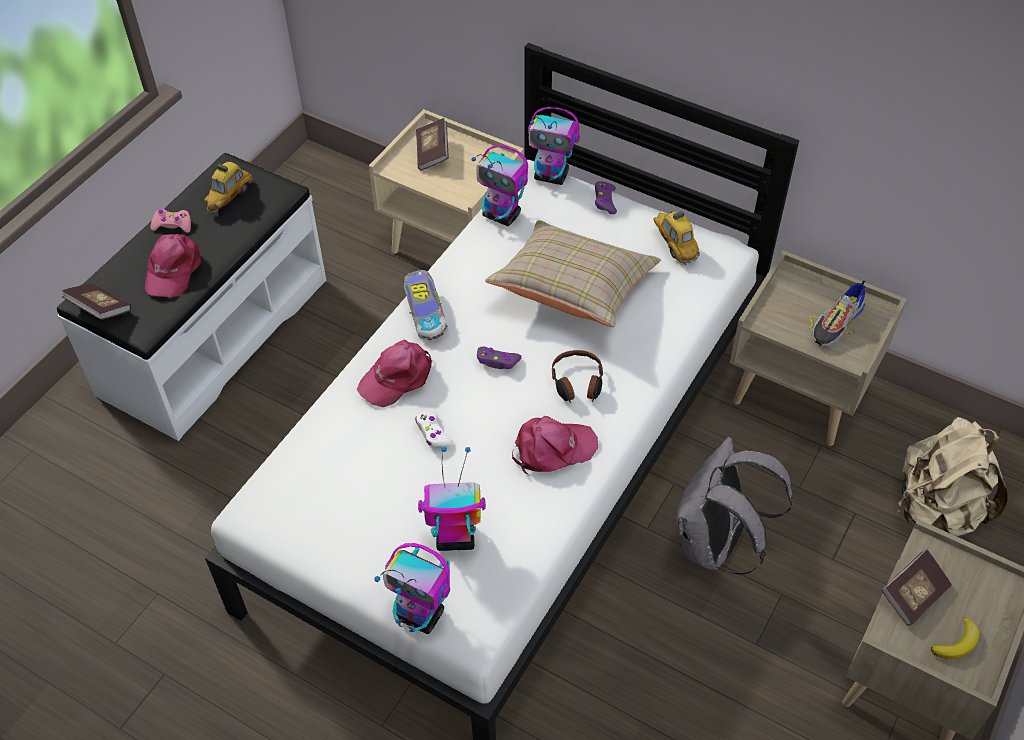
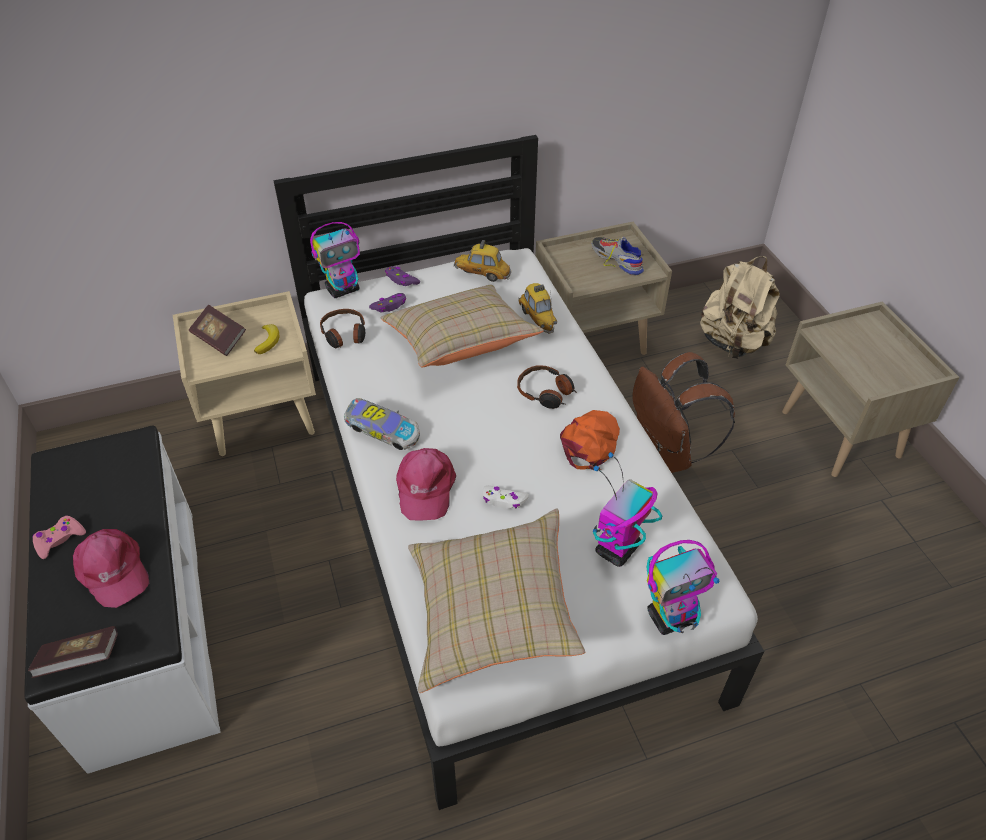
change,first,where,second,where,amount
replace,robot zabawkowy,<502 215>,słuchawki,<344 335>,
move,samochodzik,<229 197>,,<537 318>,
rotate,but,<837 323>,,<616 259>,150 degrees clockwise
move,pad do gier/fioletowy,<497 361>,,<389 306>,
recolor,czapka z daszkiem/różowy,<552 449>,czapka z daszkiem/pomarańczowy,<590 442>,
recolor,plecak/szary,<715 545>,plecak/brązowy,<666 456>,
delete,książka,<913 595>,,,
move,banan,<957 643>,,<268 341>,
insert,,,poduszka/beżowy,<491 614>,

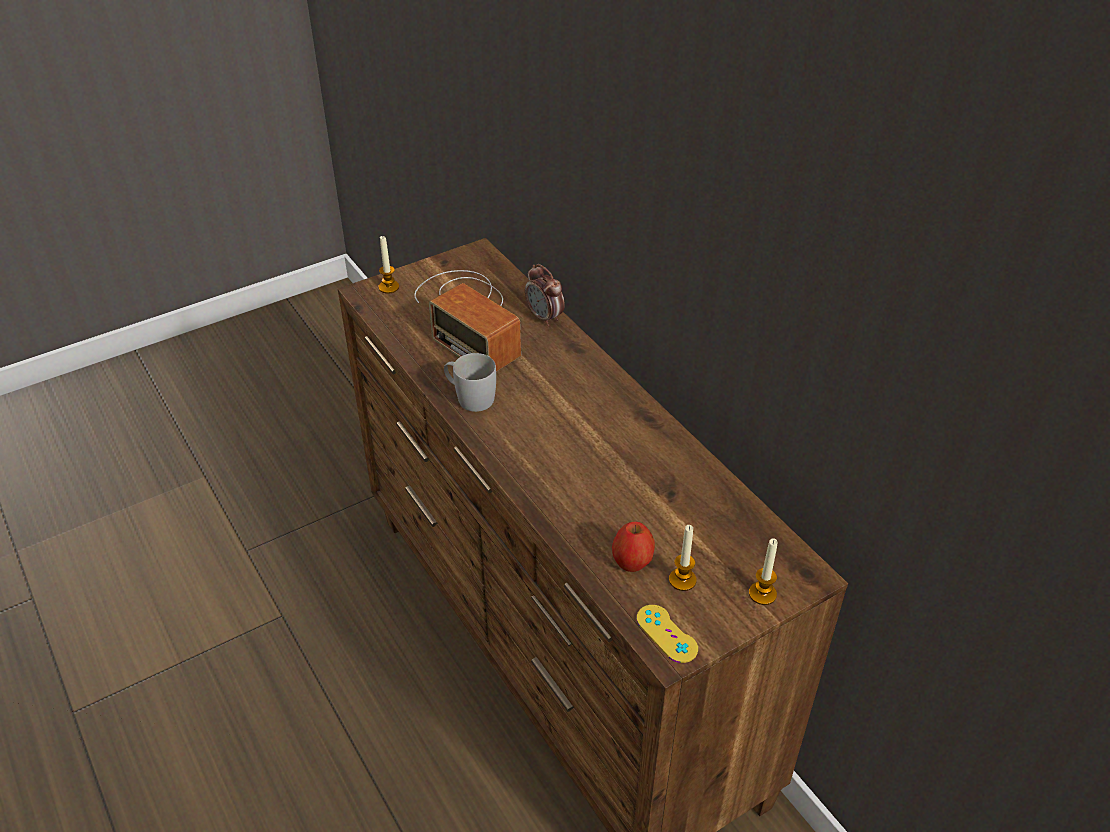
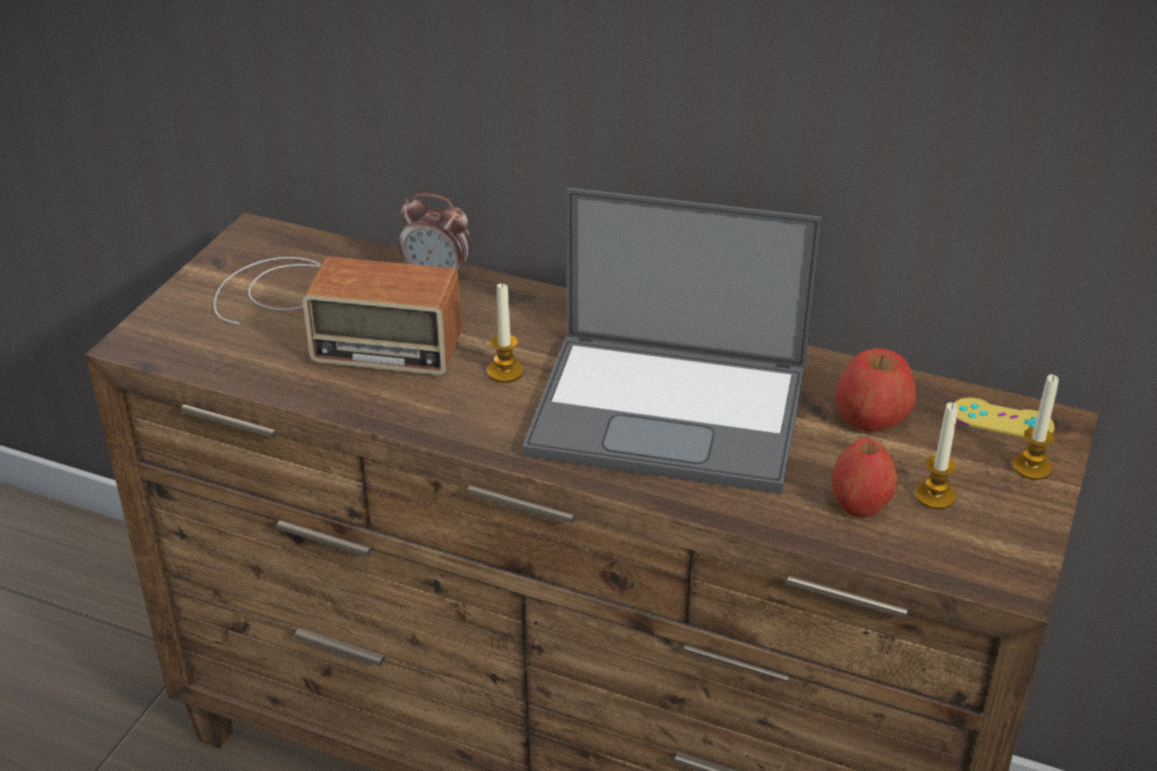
change,first,where,second,where,amount
move,świeca,<389 287>,,<505 372>,
delete,kubek/biały,<469 397>,,,
move,pad do gier/żółty,<666 633>,,<1002 419>,
insert,,,laptop,<672 411>,
insert,,,jabłko,<871 417>,

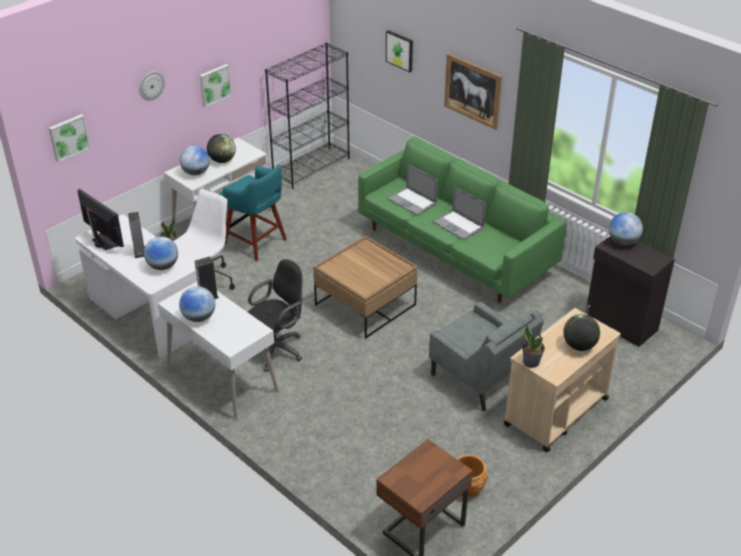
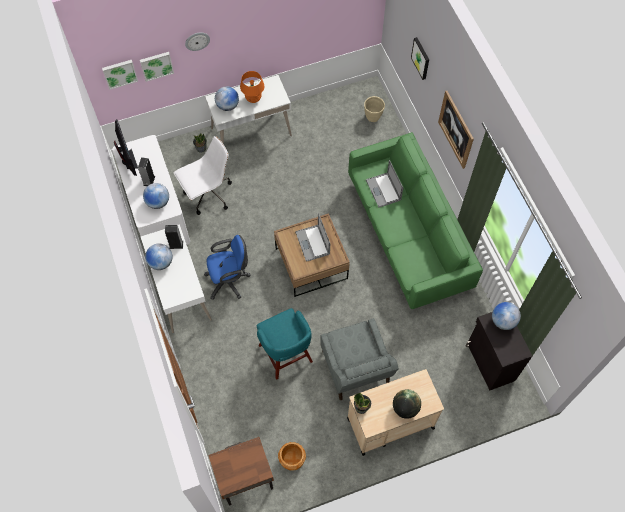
change,first,where,second,where,amount
delete,regał/czarny,<311 167>,,,
move,obraz,<214 84>,,<156 65>,
replace,globus,<222 160>,lampa stołowa/pomarańczowy,<253 99>,
move,stołek/turkusowy,<256 242>,,<286 355>,
move,laptop,<458 225>,,<312 243>,
recolor,krzesło biurowe/czarny,<278 349>,krzesło biurowe/niebieski,<229 281>,
insert,,,donica/beżowy,<373 117>,

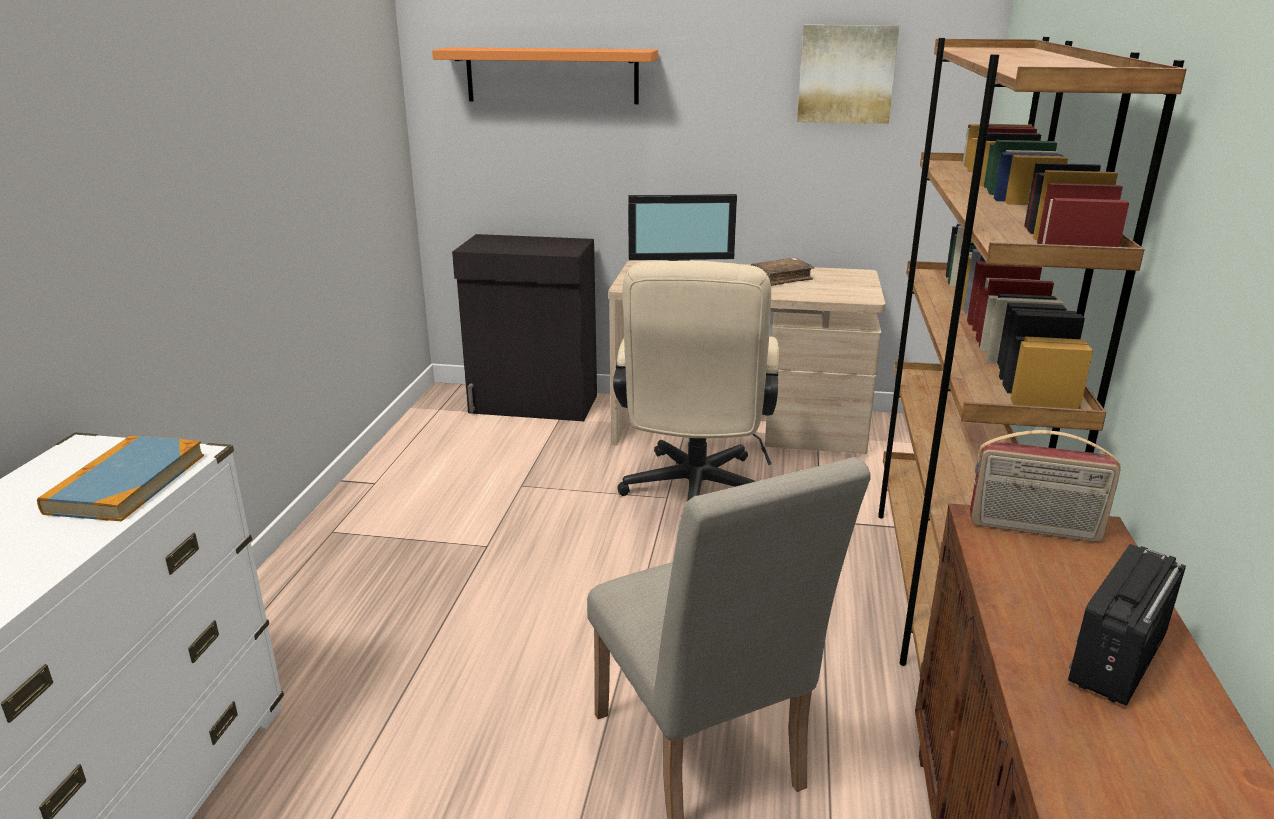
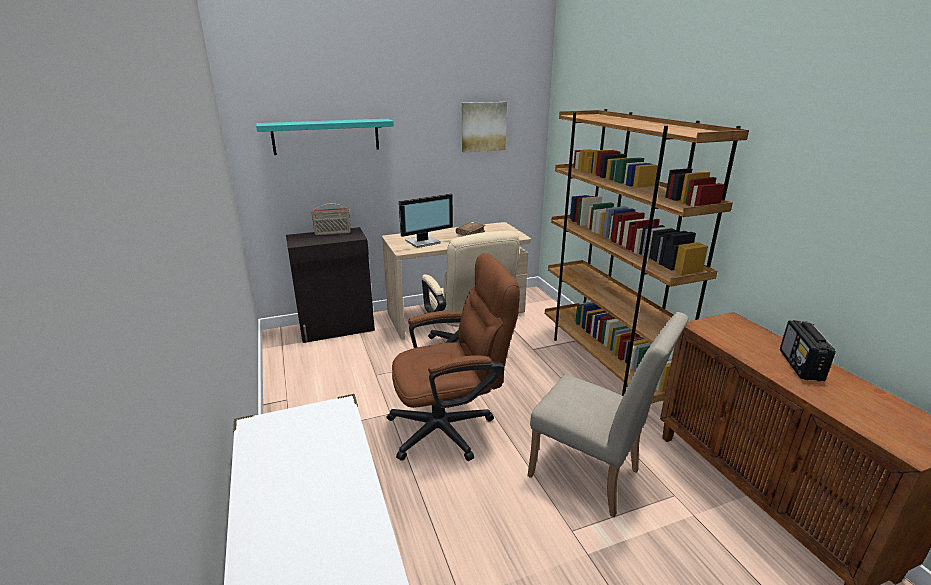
change,first,where,second,where,amount
recolor,półka/pomarańczowy,<552 75>,półka/turkusowy,<326 136>,
move,radio,<1034 529>,,<333 233>,
delete,książka,<126 483>,,,
insert,,,krzesło biurowe/brązowy,<451 427>,

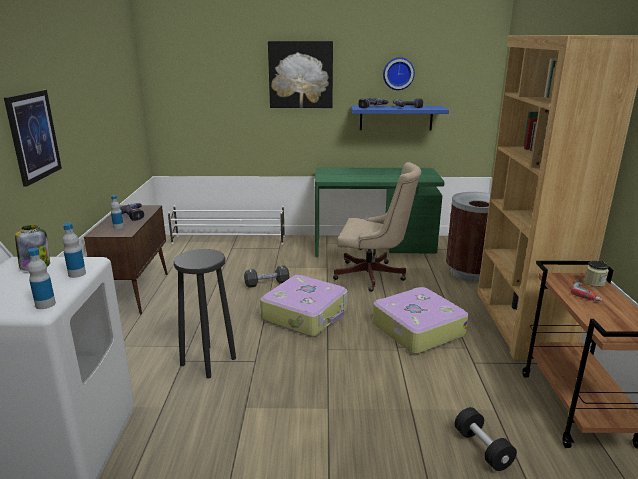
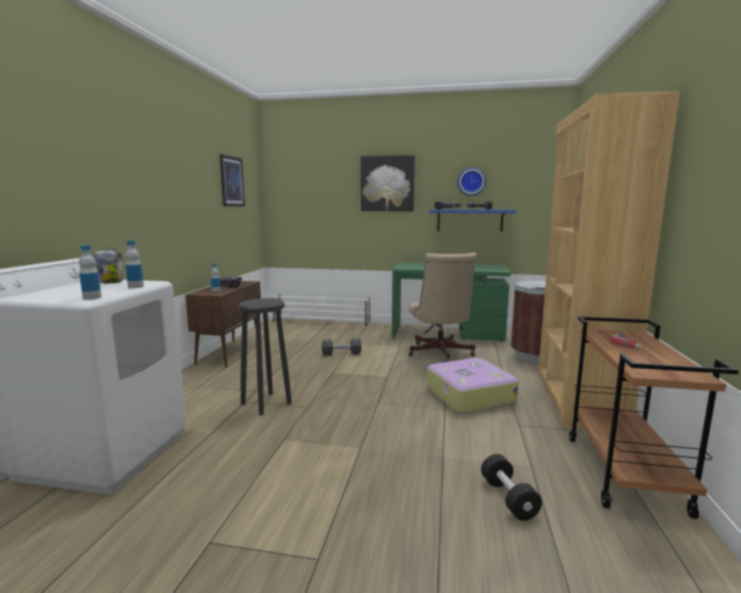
change,first,where,second,where,amount
move,obraz,<33 136>,,<231 181>,
rotate,krzesło biurowe/beżowy,<373 276>,,<440 354>,60 degrees clockwise
delete,słoik,<594 282>,,,
delete,walizka,<306 315>,,,

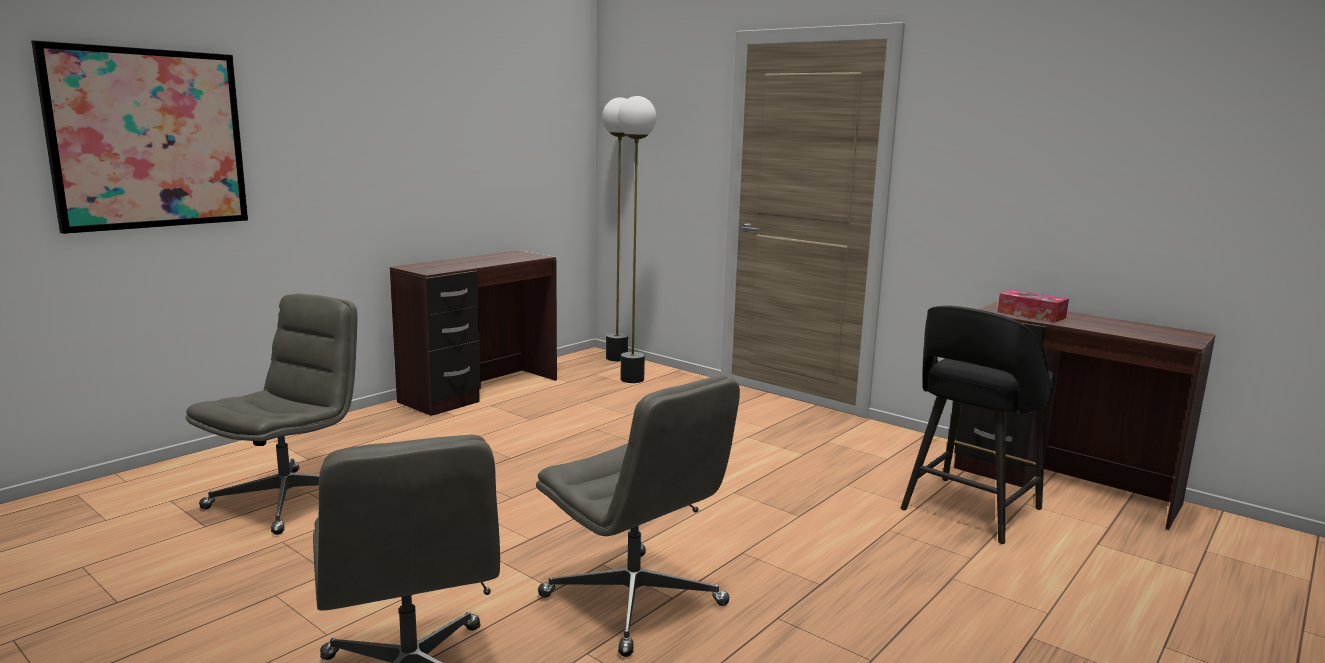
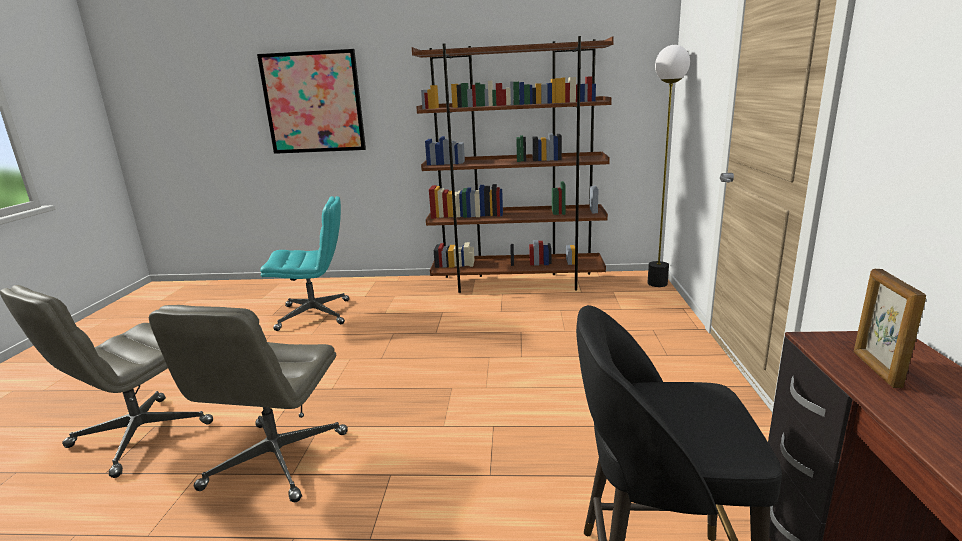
change,first,where,second,where,amount
delete,lampa stojąca,<632 379>,,,
replace,biurko/brązowy,<482 391>,regał/brązowy,<517 283>,
replace,pudełko chusteczek,<1031 315>,ramka na zdjęcie,<875 369>,
recolor,krzesło biurowe/szary,<288 499>,krzesło biurowe/turkusowy,<315 314>,

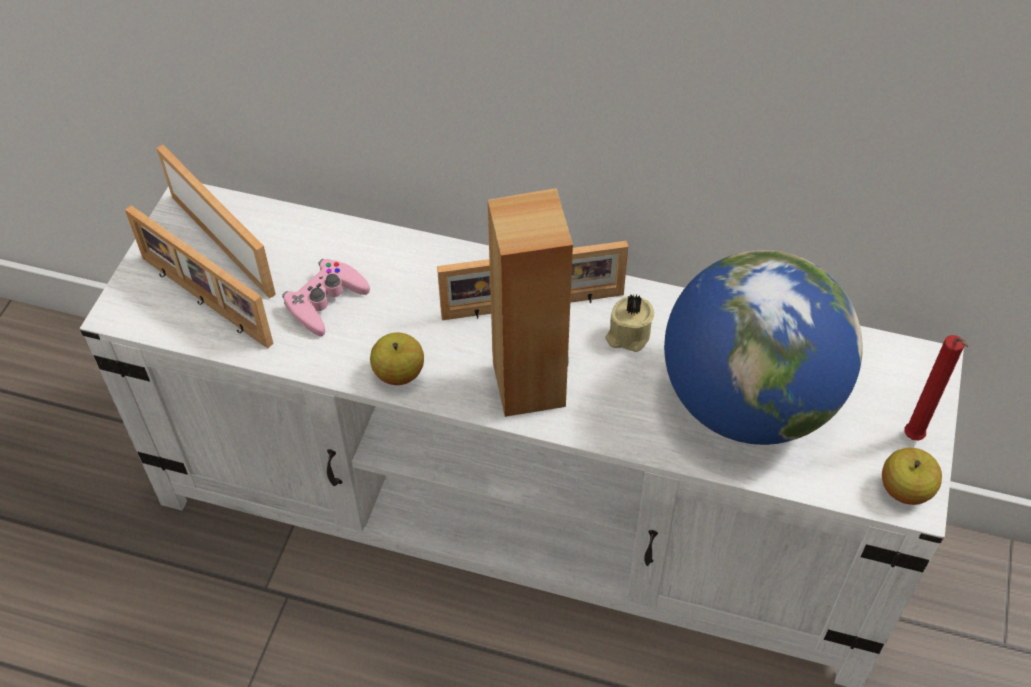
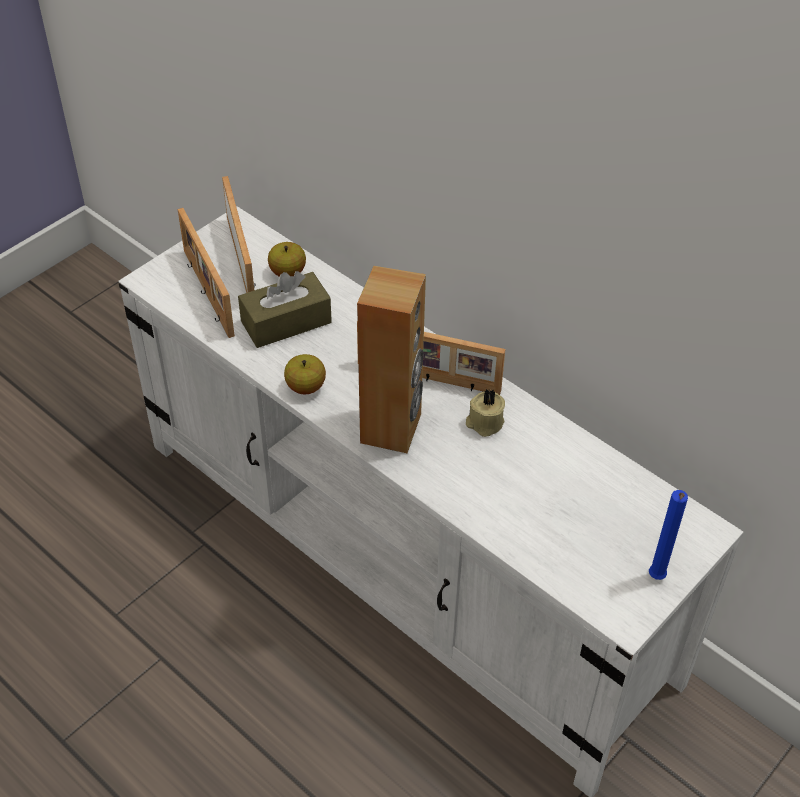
change,first,where,second,where,amount
delete,globus,<748 402>,,,
replace,pad do gier/różowy,<325 301>,pudełko chusteczek/brązowy,<286 322>,
recolor,świeca/czerwony,<913 439>,świeca/niebieski,<655 579>,
move,jabłko,<905 489>,,<287 272>,

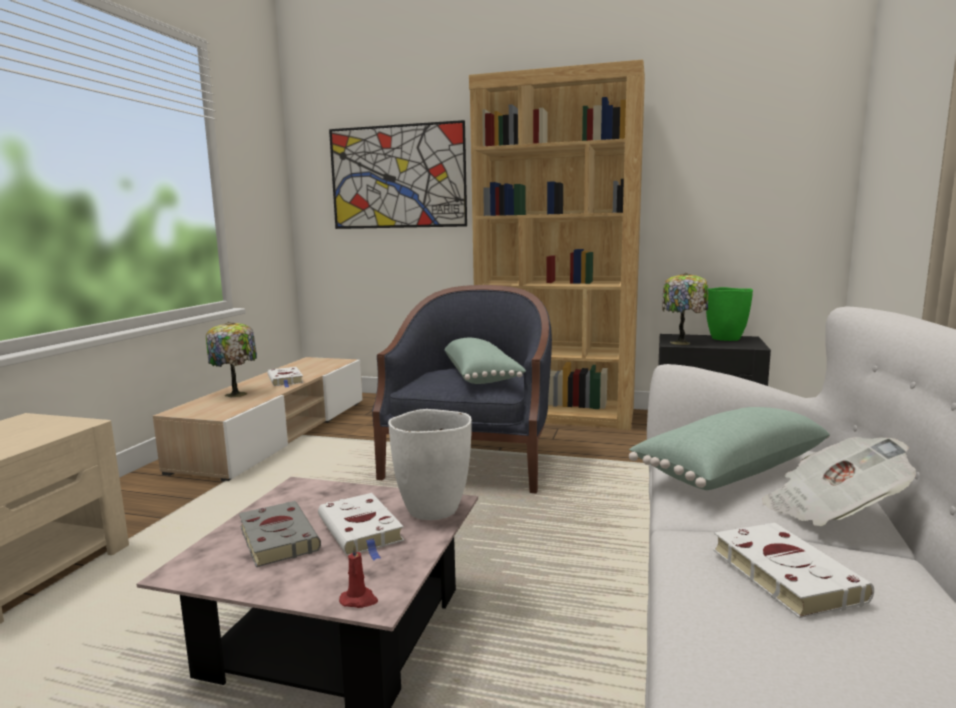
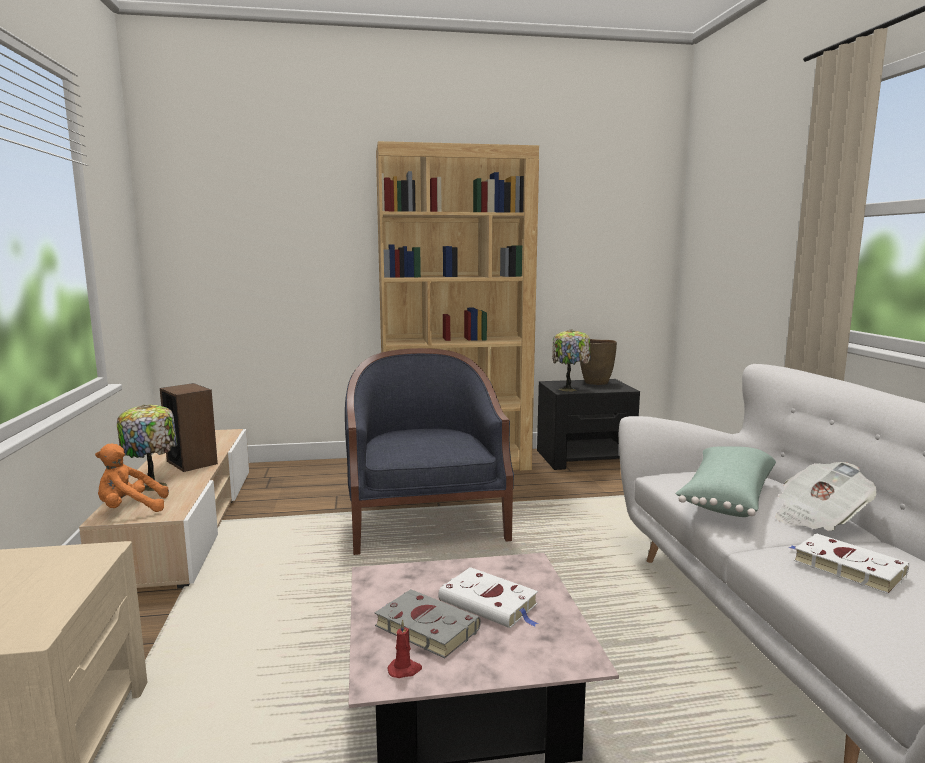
change,first,where,second,where,amount
delete,obraz,<397 177>,,,
recolor,wazon/zielony,<725 339>,wazon/brązowy,<595 383>,
delete,poduszka/zielony,<481 376>,,,
replace,książka/biały,<286 380>,głośnik,<192 462>,
delete,wazon/biały,<432 509>,,,
move,świeca/czerwony,<359 600>,,<405 670>,
insert,,,pluszak/pomarańczowy,<130 509>,

